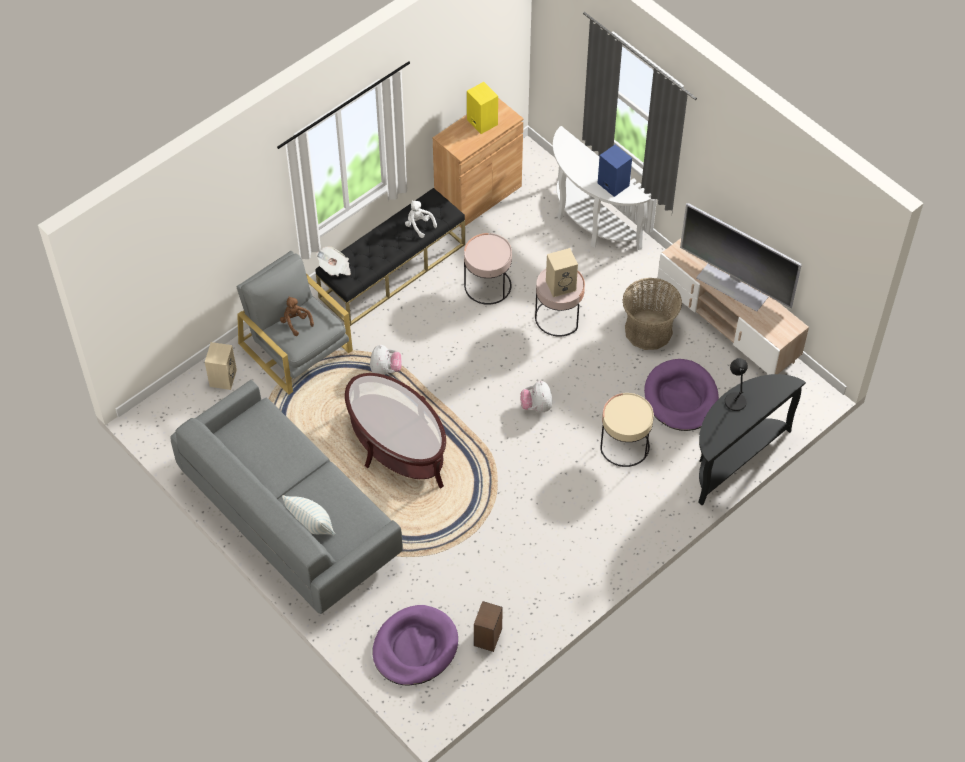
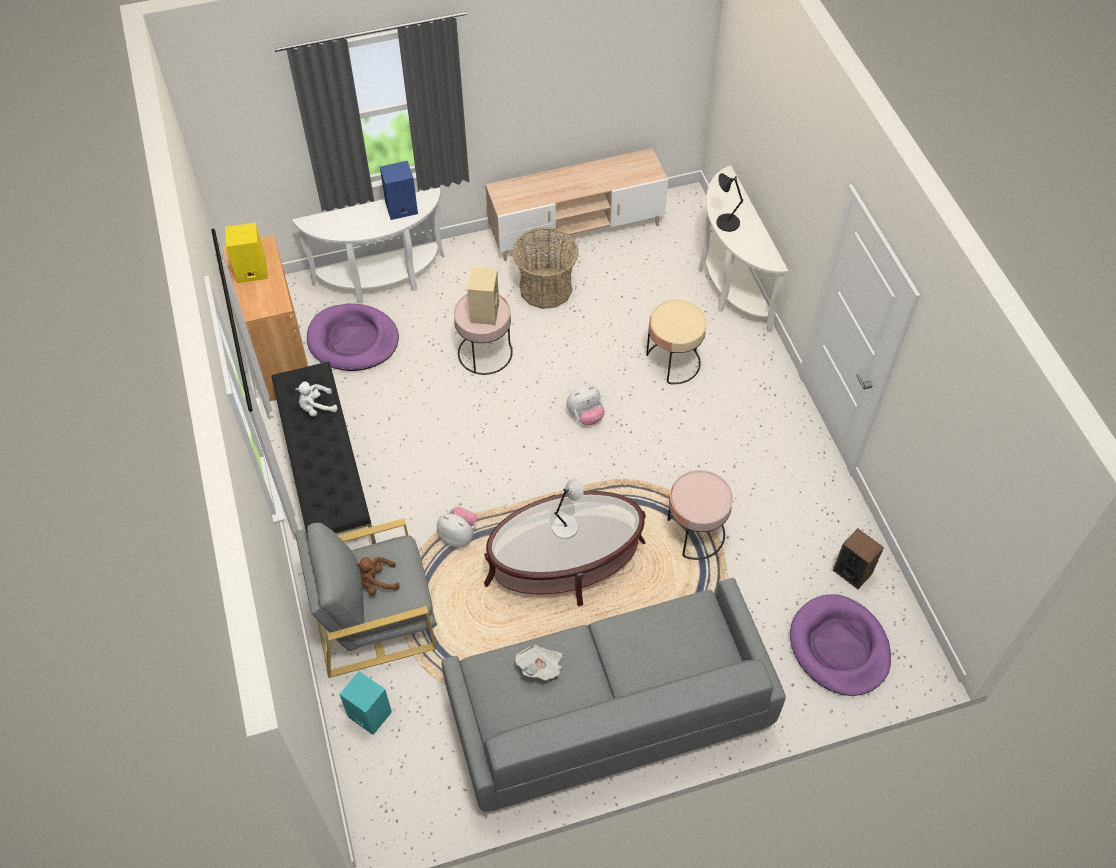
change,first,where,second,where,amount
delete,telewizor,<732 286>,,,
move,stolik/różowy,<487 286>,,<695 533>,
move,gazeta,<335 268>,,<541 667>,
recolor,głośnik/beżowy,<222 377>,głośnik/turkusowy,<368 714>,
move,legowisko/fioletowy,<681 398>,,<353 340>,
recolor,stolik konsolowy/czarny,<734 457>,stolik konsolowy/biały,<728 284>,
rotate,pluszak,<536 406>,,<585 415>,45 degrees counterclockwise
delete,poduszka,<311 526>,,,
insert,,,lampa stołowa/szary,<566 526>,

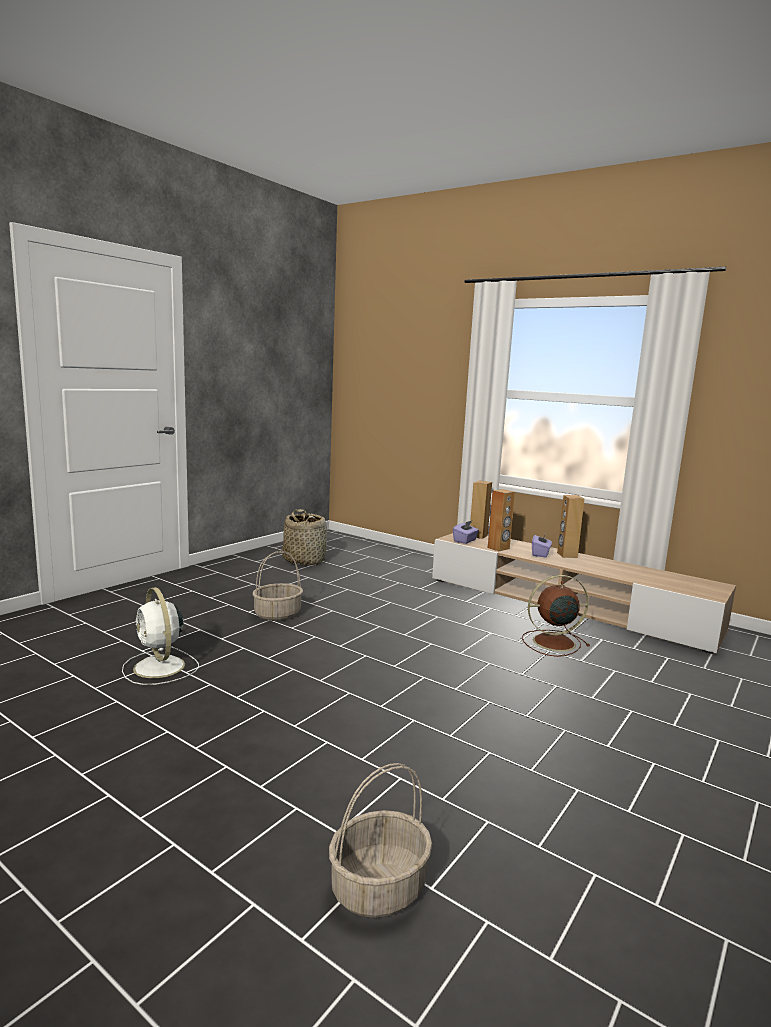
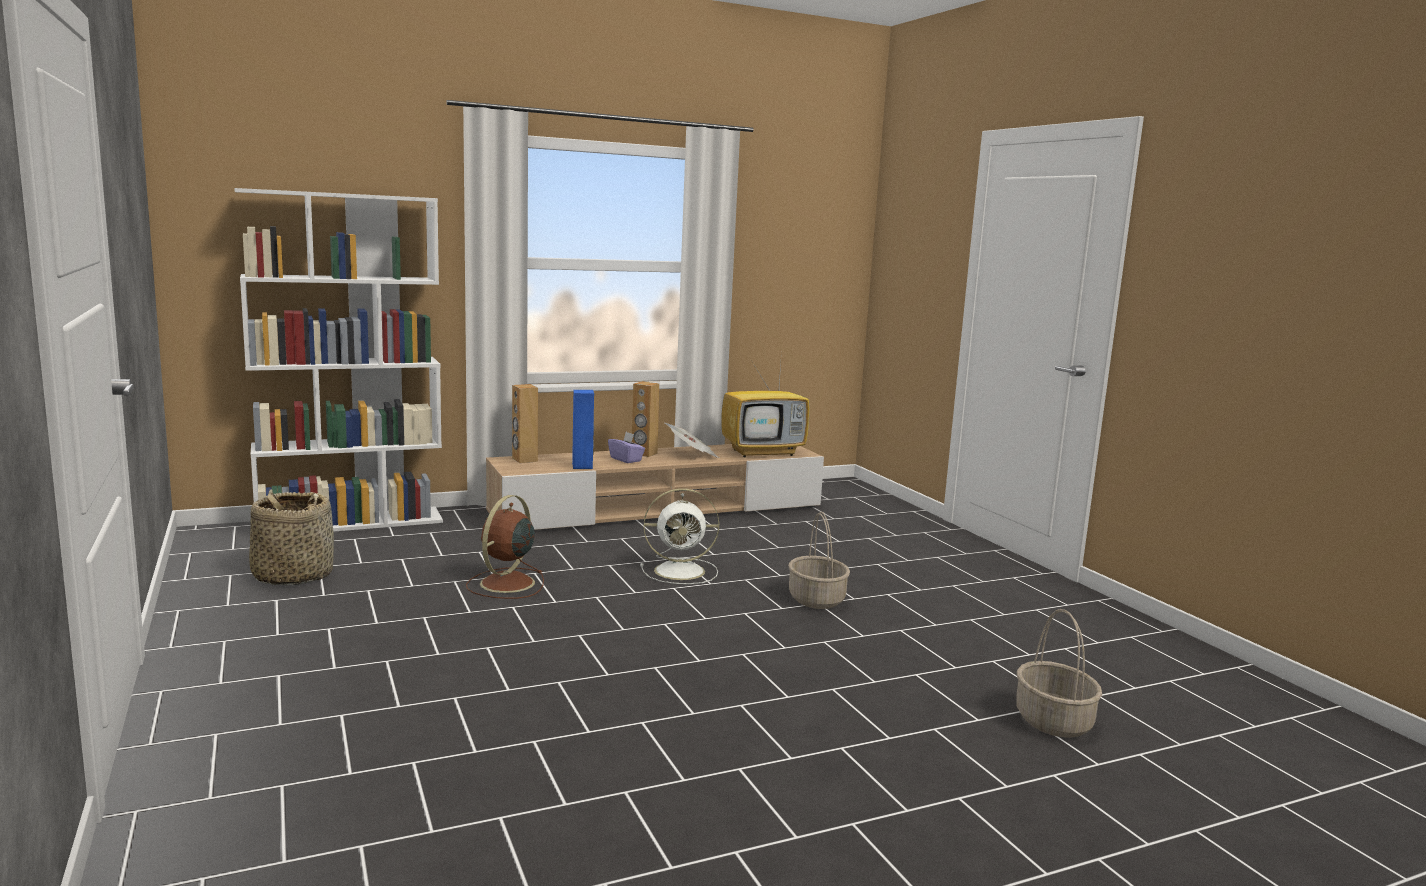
change,first,where,second,where,amount
recolor,głośnik/brązowy,<498 548>,głośnik/niebieski,<582 466>,
delete,pudełko chusteczek/fioletowy,<465 541>,,,
move,koszyk,<277 615>,,<817 600>,
move,wentylator/brązowy,<552 642>,,<506 584>,
move,wentylator/biały,<160 668>,,<682 571>,
insert,,,regał/biały,<351 522>,
insert,,,telewizor,<764 452>,
insert,,,gazeta,<692 455>,

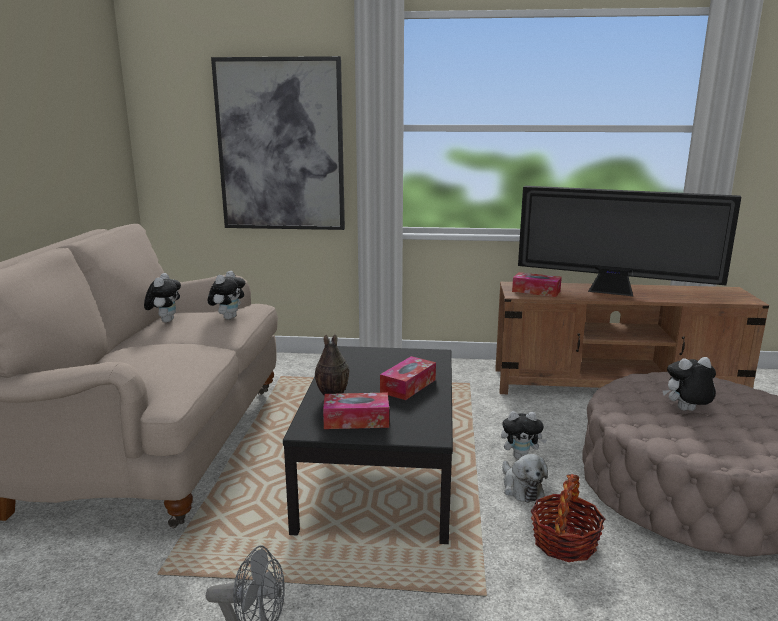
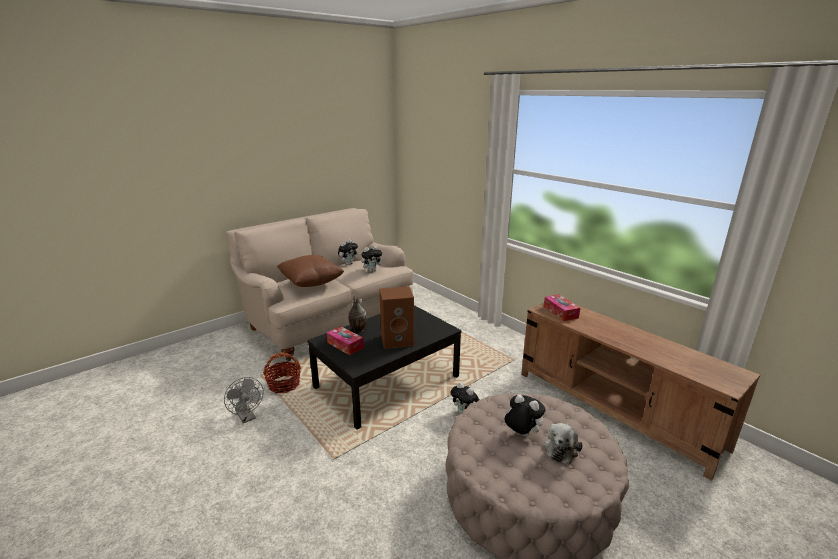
change,first,where,second,where,amount
delete,obraz,<281 145>,,,
delete,telewizor,<614 292>,,,
replace,pudełko chusteczek,<408 386>,głośnik/brązowy,<398 340>,
move,pluszak,<521 488>,,<561 448>,
move,koszyk,<564 542>,,<284 384>,
insert,,,poduszka/brązowy,<311 283>,

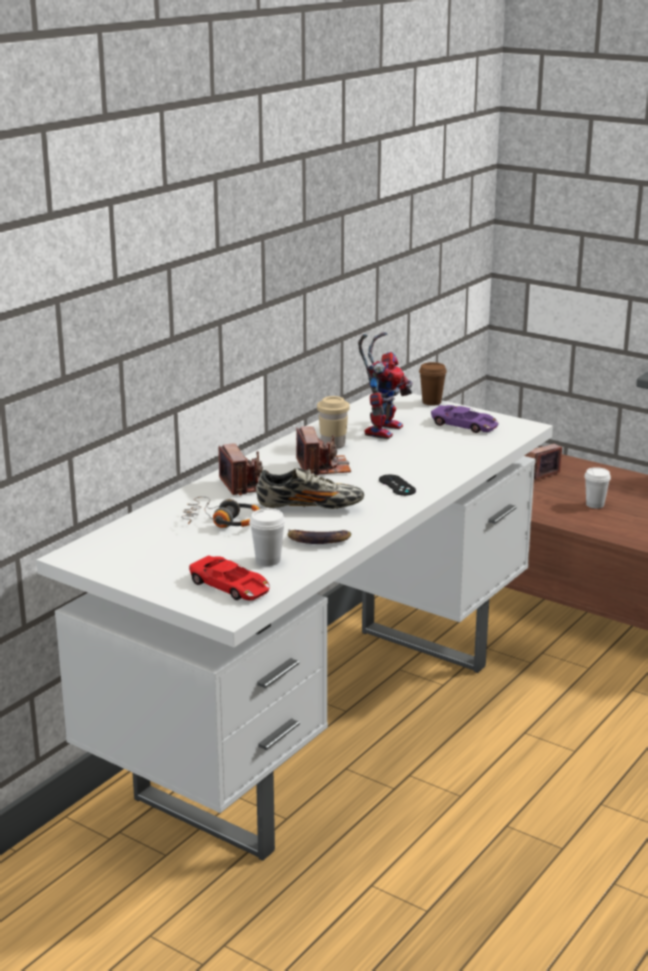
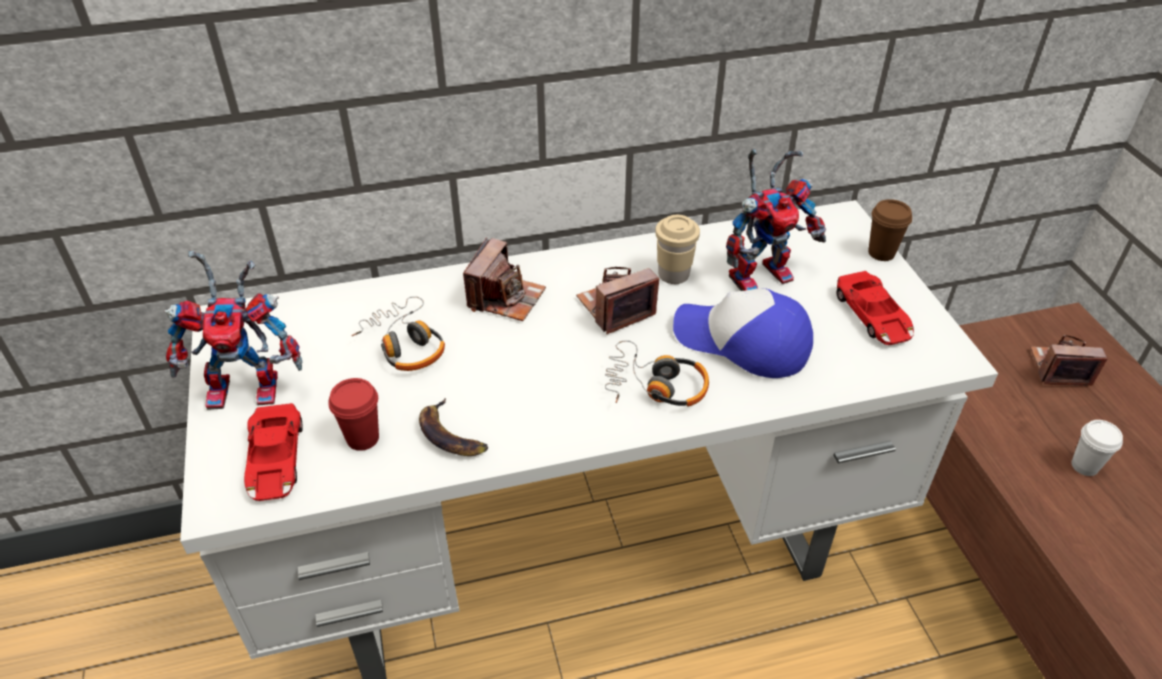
change,first,where,second,where,amount
recolor,samochodzik/fioletowy,<465 425>,samochodzik/czerwony,<873 316>,
rotate,aparat fotograficzny,<323 467>,,<615 308>,150 degrees counterclockwise
delete,but,<310 507>,,,
replace,pad do gier/czarny,<397 485>,słuchawki,<655 386>,
recolor,filiżanka/biały,<268 560>,filiżanka/czerwony,<362 438>,
insert,,,robot zabawkowy,<251 387>,
insert,,,czapka z daszkiem,<742 342>,

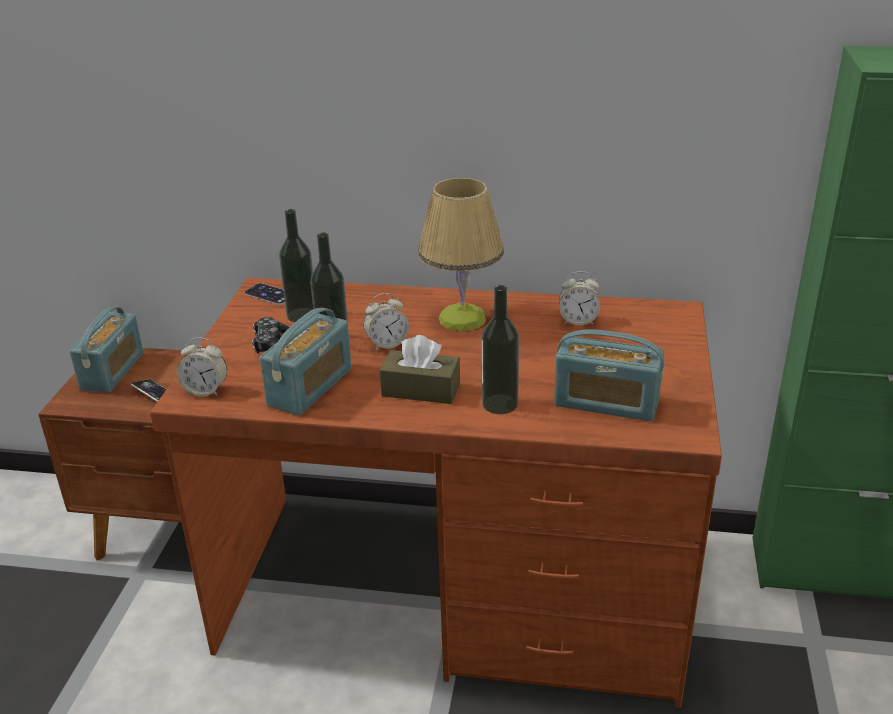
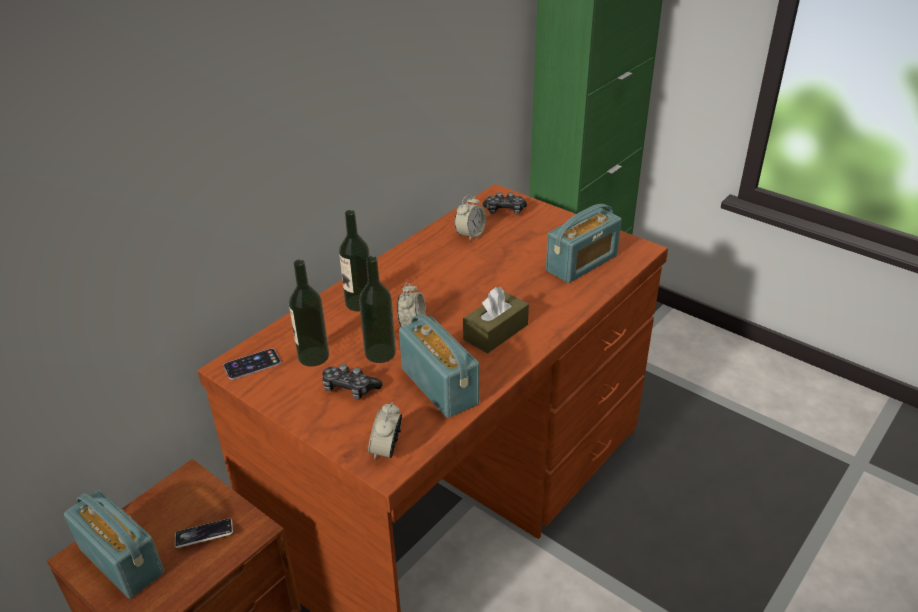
change,first,where,second,where,amount
delete,lampa stołowa,<462 319>,,,
move,butelka,<499 404>,,<359 303>,
rotate,budzik,<205 391>,,<386 450>,150 degrees clockwise
insert,,,pad do gier,<504 211>,

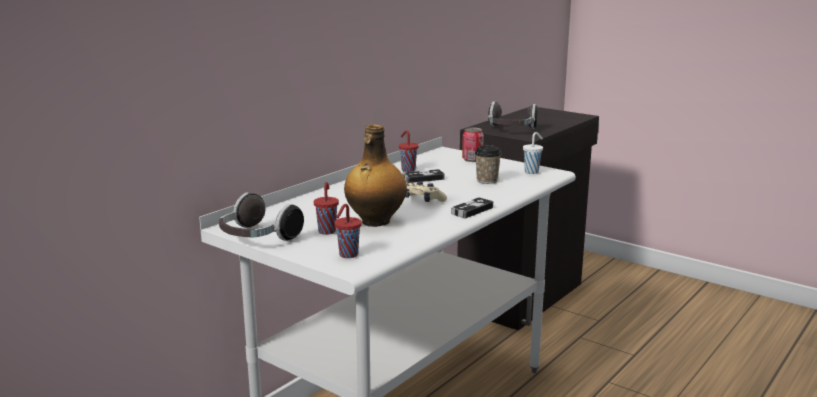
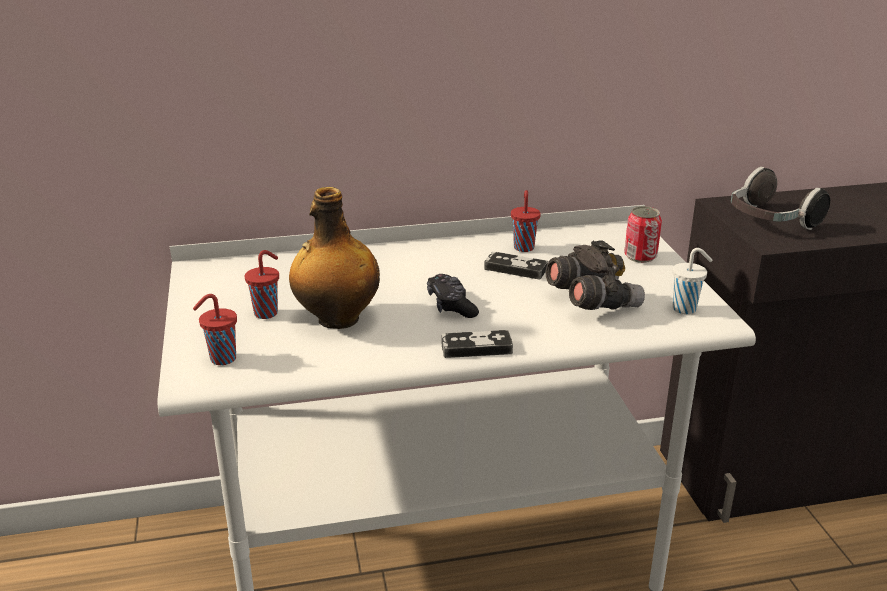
change,first,where,second,where,amount
replace,filiżanka,<487 180>,lornetka/szary,<591 302>,
recolor,pad do gier/beżowy,<423 200>,pad do gier/czarny,<451 305>,
delete,słuchawki,<257 238>,,,

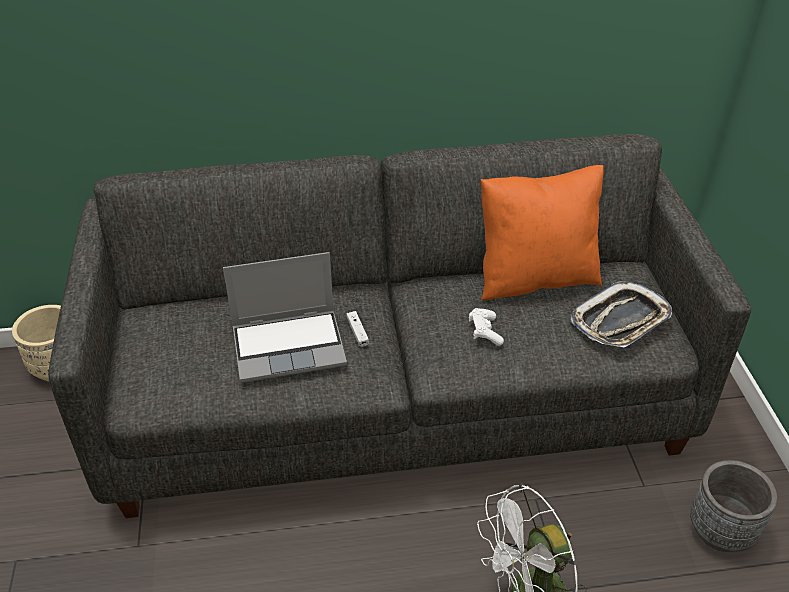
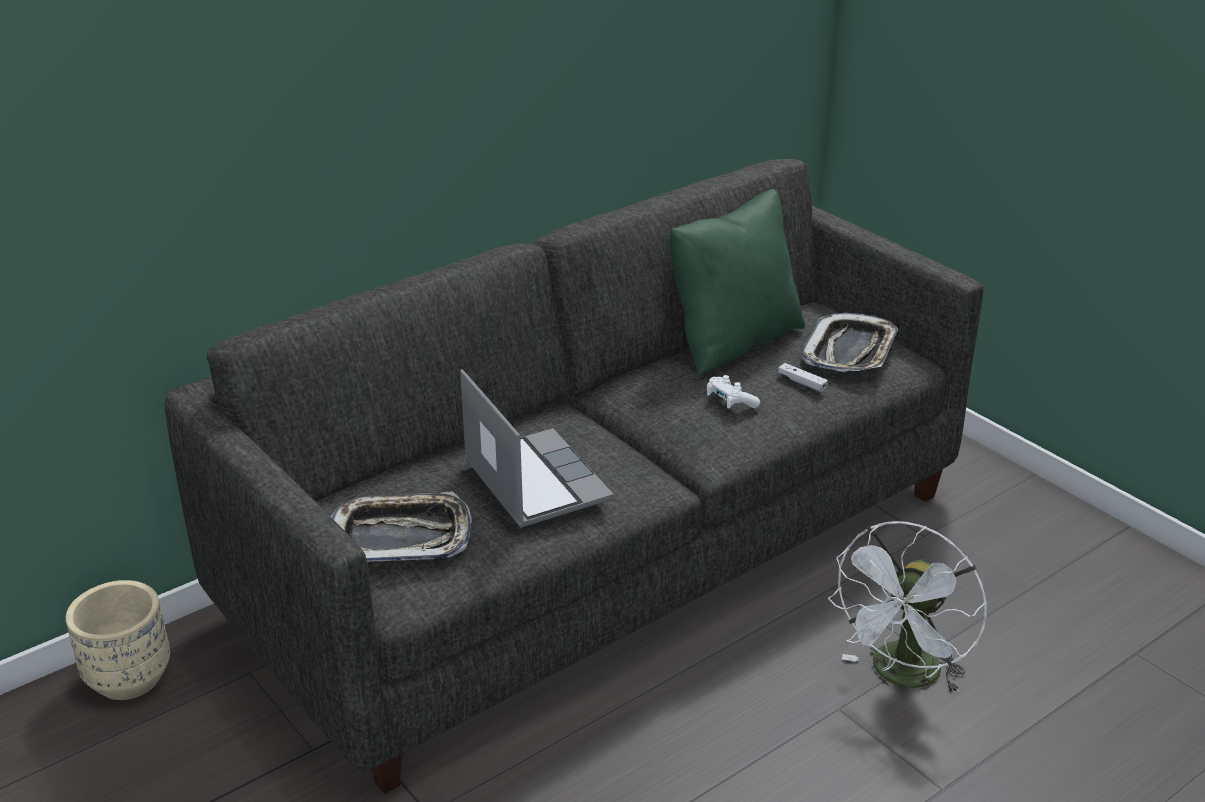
change,first,where,second,where,amount
recolor,poduszka/pomarańczowy,<535 278>,poduszka/zielony,<733 342>,
rotate,laptop,<290 346>,,<533 481>,75 degrees counterclockwise
move,pad do gier/biały,<357 332>,,<802 382>,
delete,donica/szary,<720 531>,,,
insert,,,taca,<401 536>,

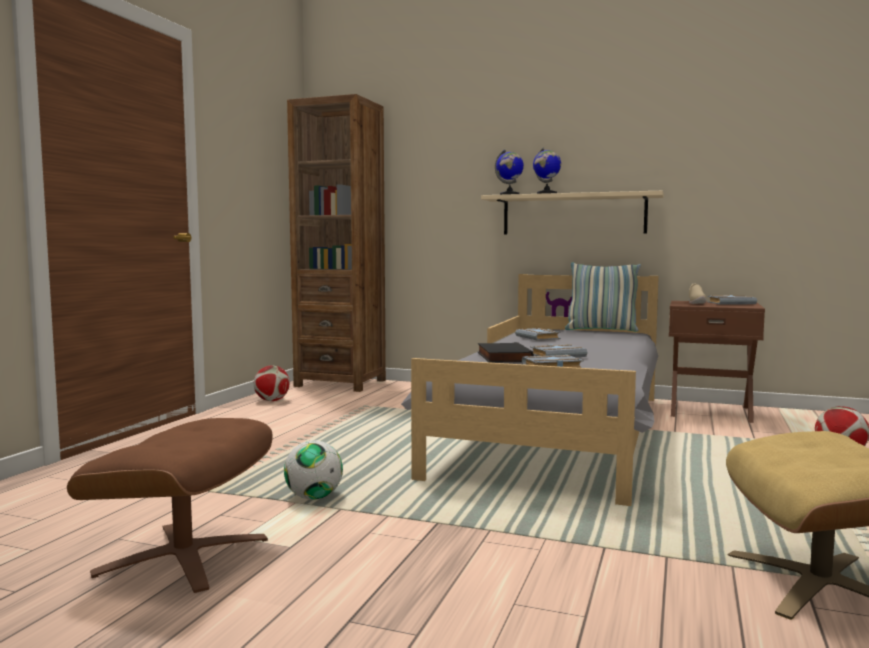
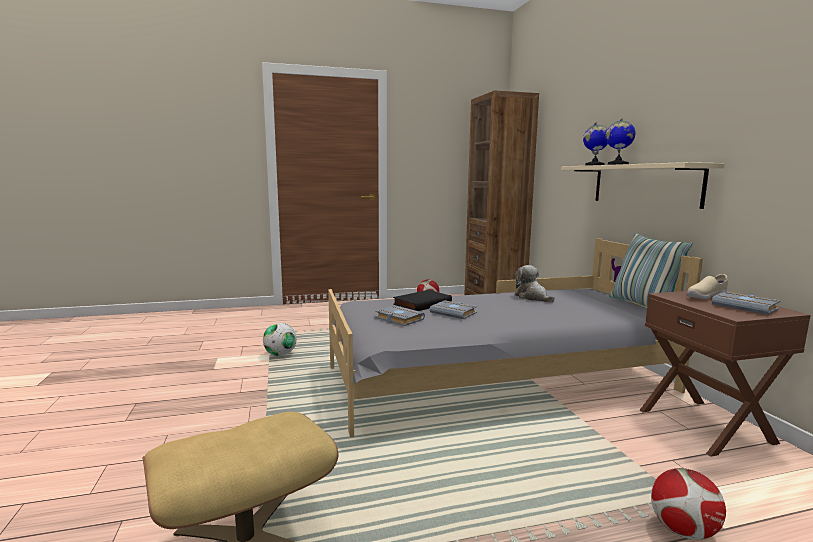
change,first,where,second,where,amount
replace,książka/szary,<539 338>,pluszak,<532 297>,
delete,pufa/brązowy,<184 556>,,,

